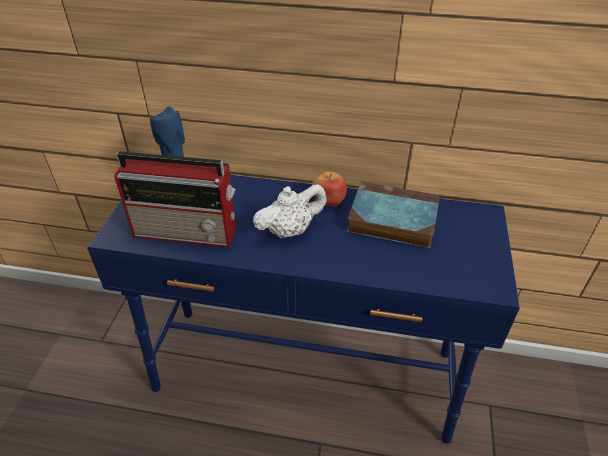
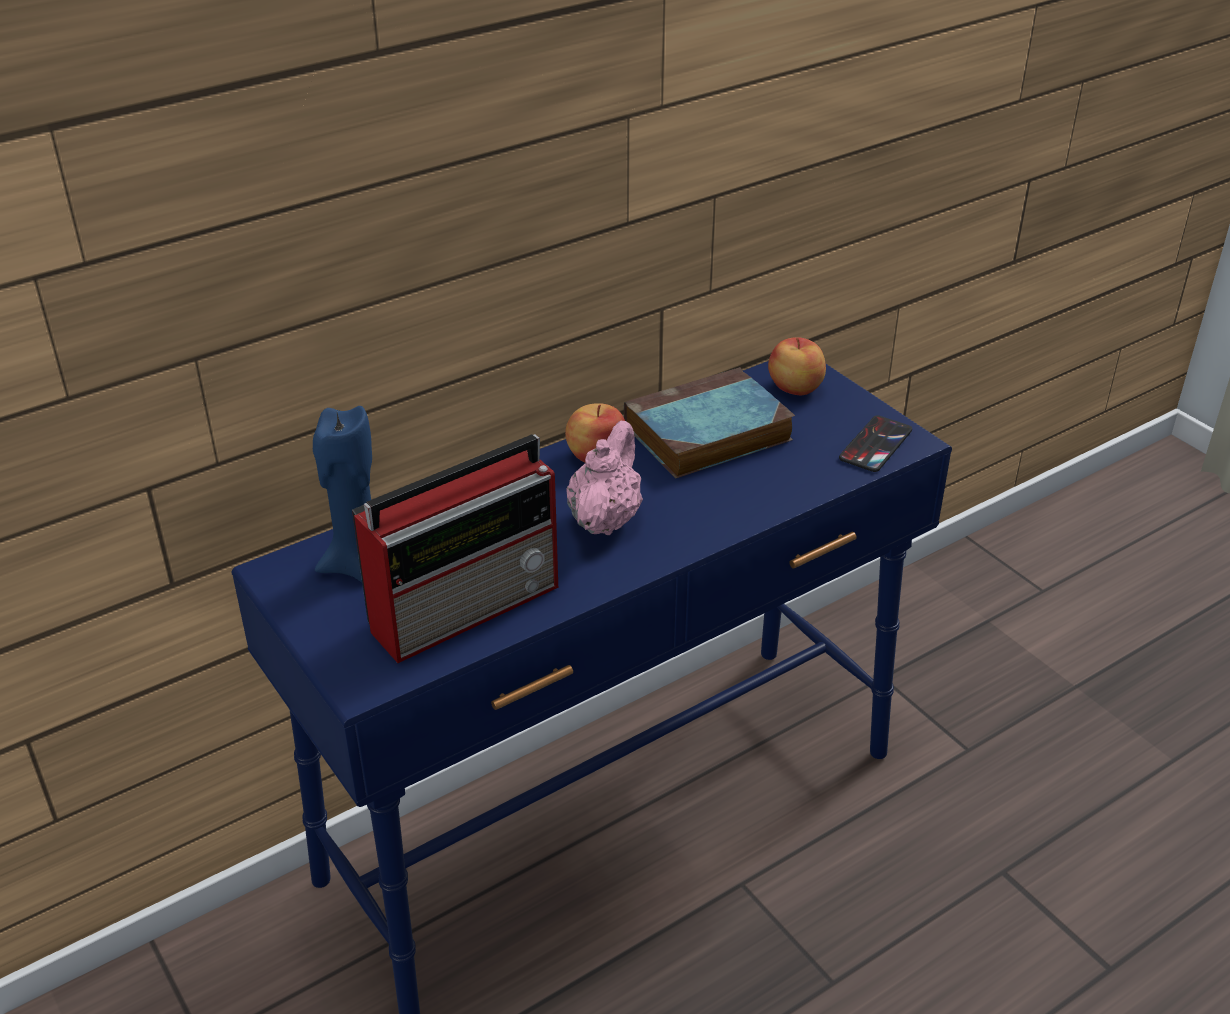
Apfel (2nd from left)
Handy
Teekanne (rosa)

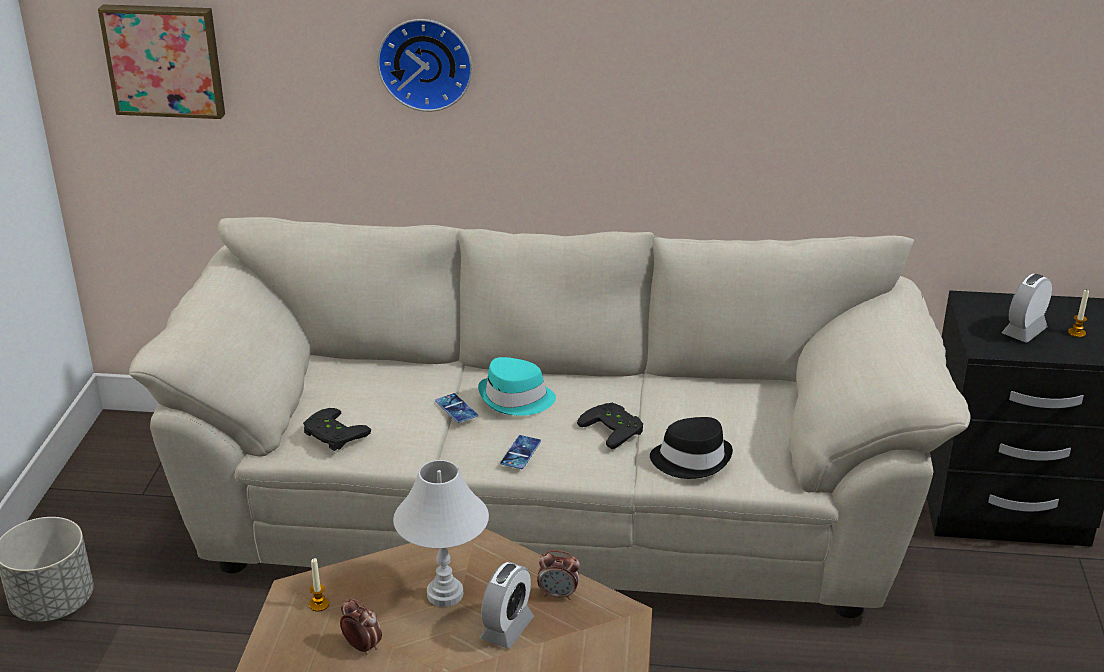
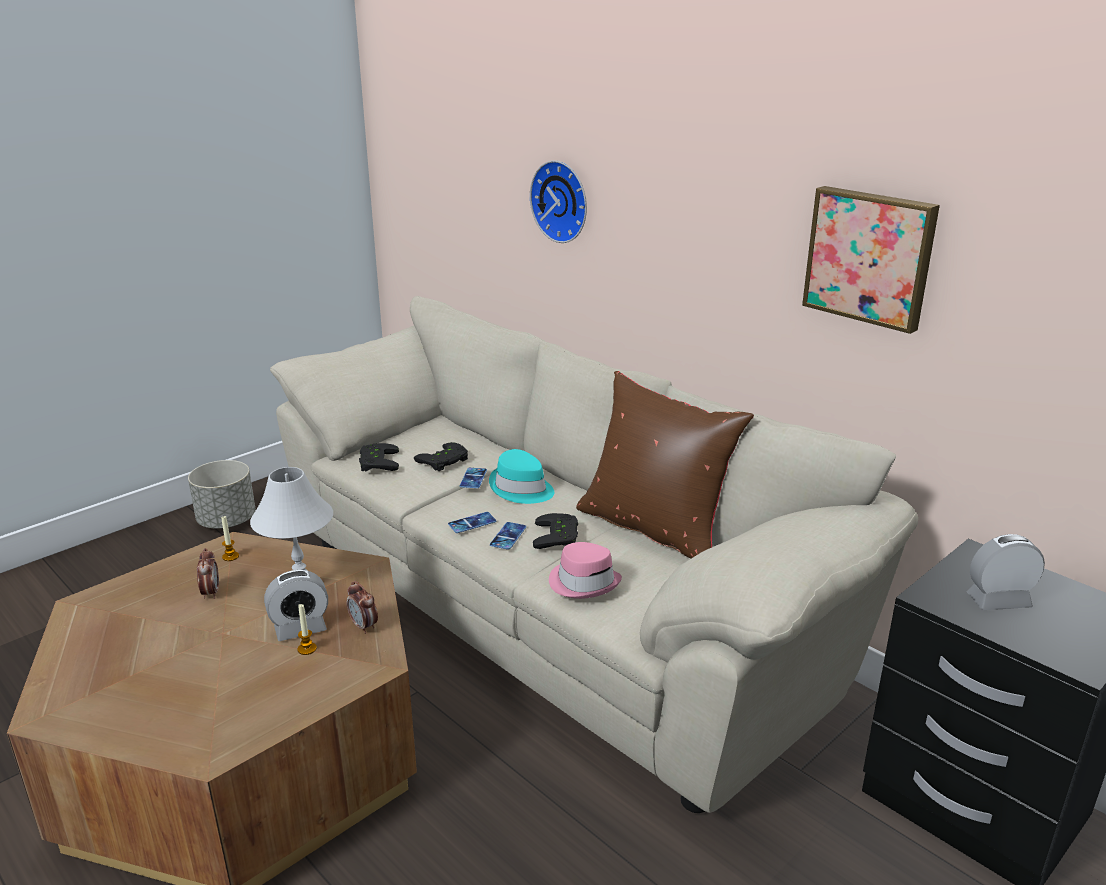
Gamepad (schwarz) (2nd from left)
Handy (3rd from left)
Kissen (braun)
Bild
Kerze (2nd from left)
Hut (rosa)

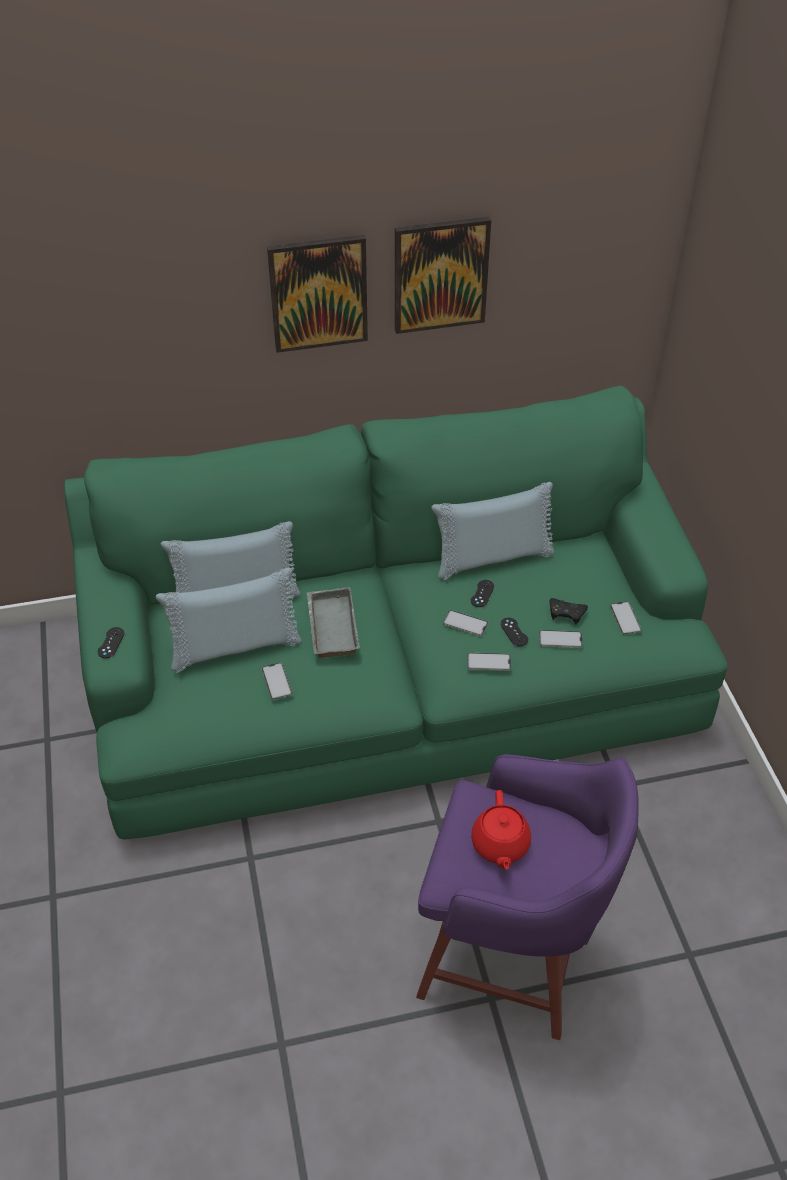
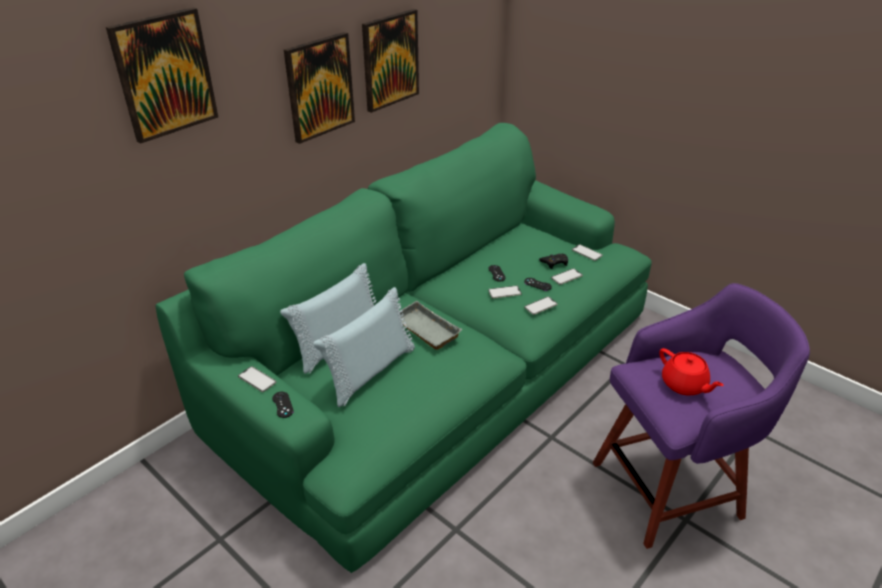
Kissen (blau) (3rd from left in the first image)
Bild (1st from left)
Handy (1st from left)

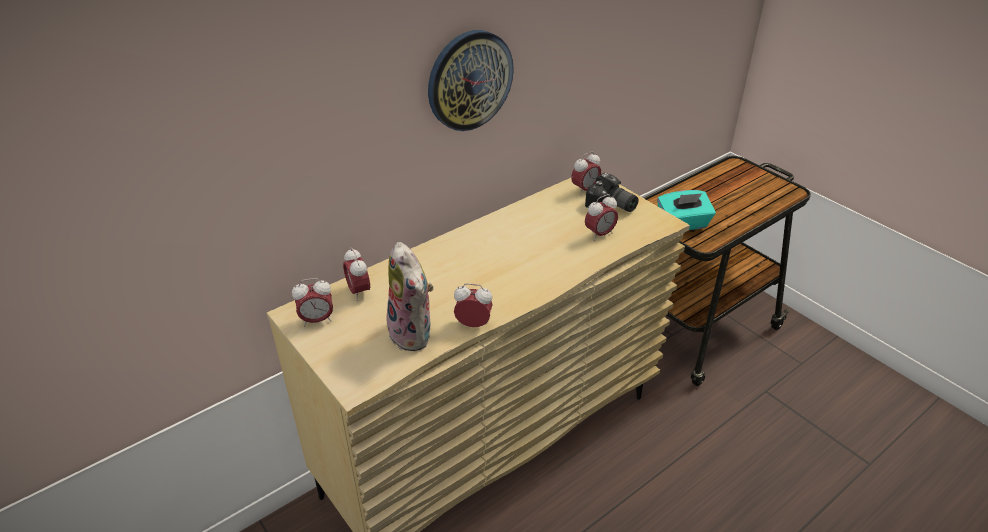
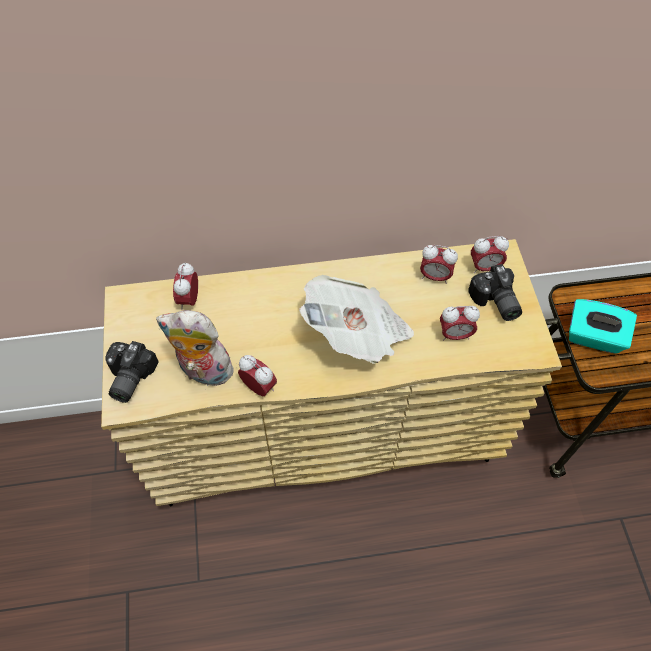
Wanduhr
Kamera (1st from left)
Zeitung
Wecker (3rd from left)
Plüschtier

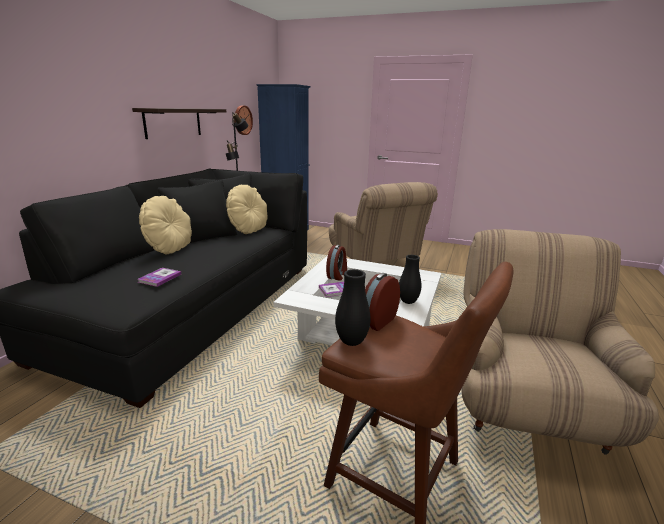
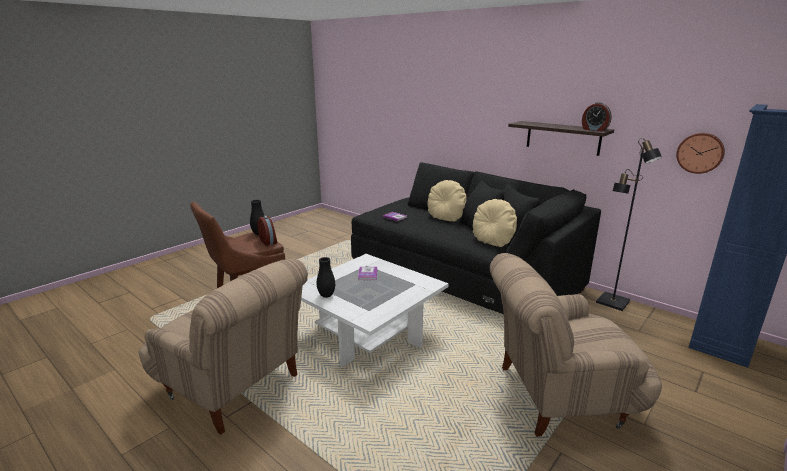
Wecker (2nd from left)

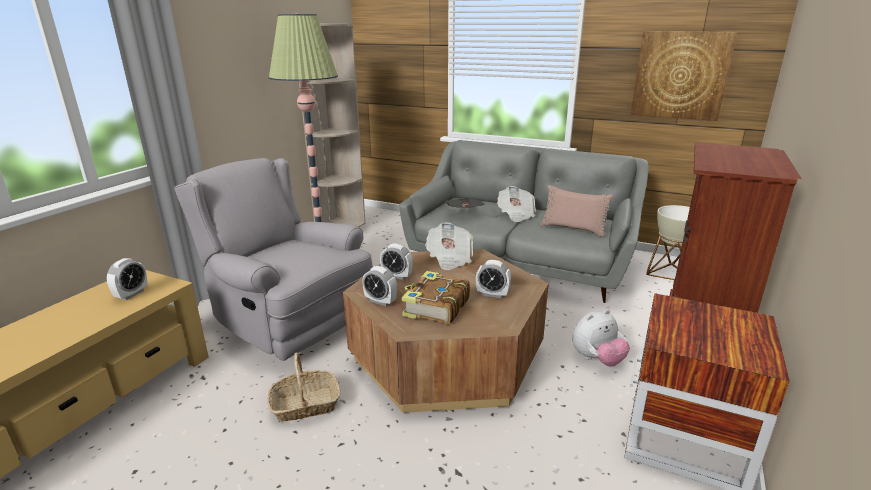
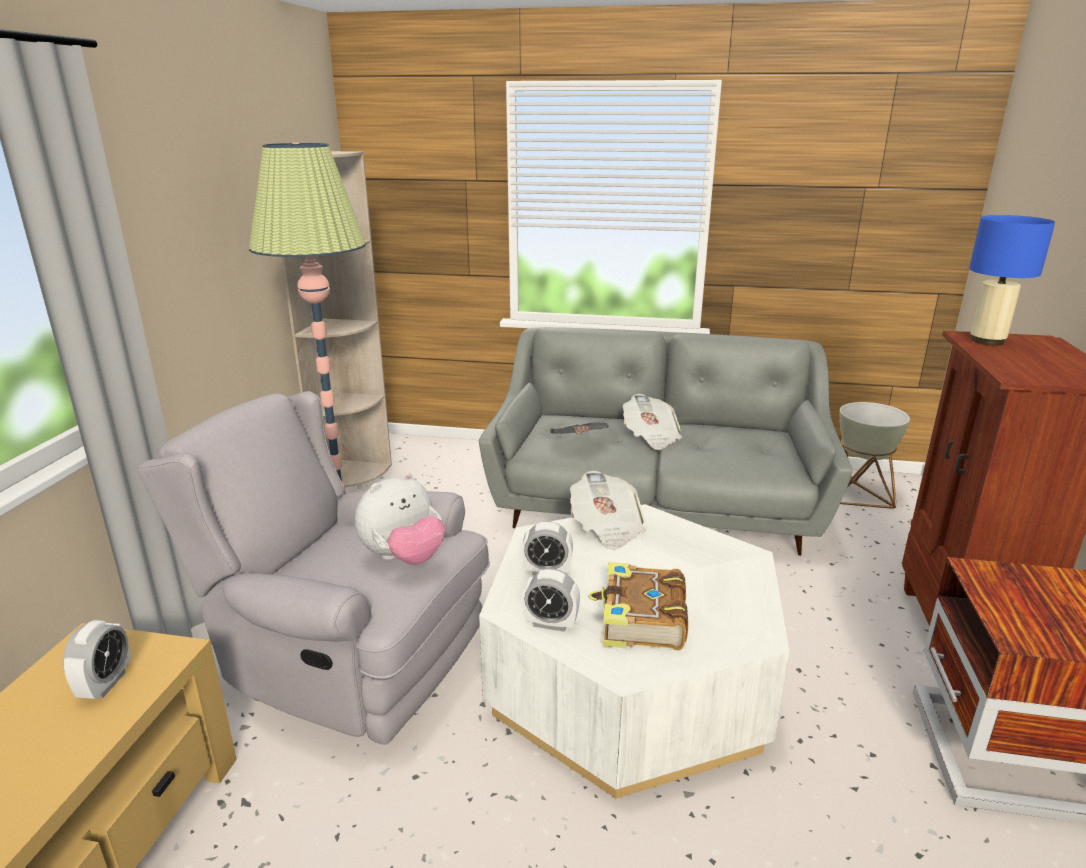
Korb
Wecker (4th from left in the first image)
Kissen (beige)
Bild
Tischlampe (blau)
Plüschtier
Couchtisch (weiß)

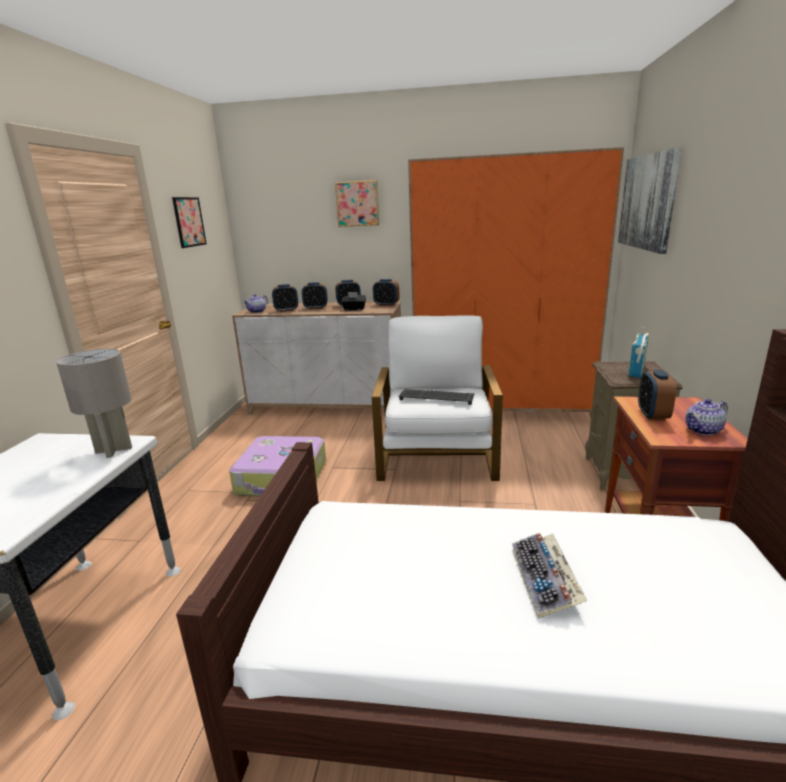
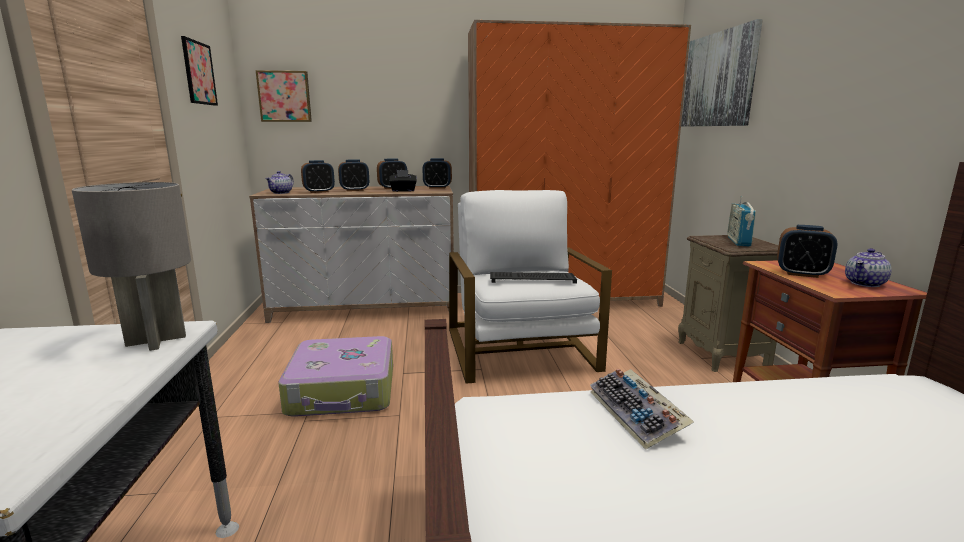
Bild (2nd from left)
Tastatur (2nd from left)
Wecker (5th from left)

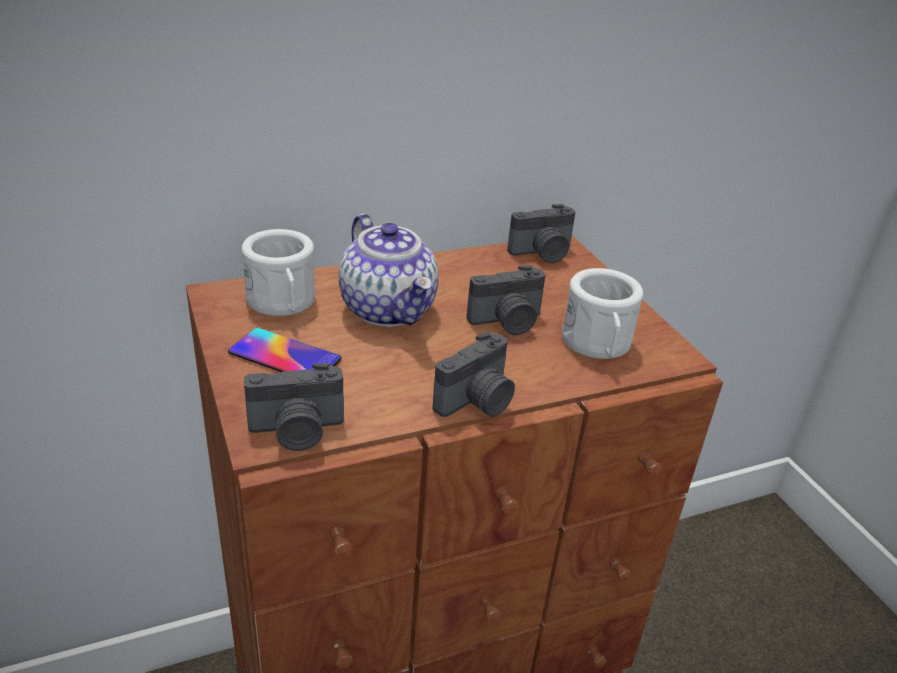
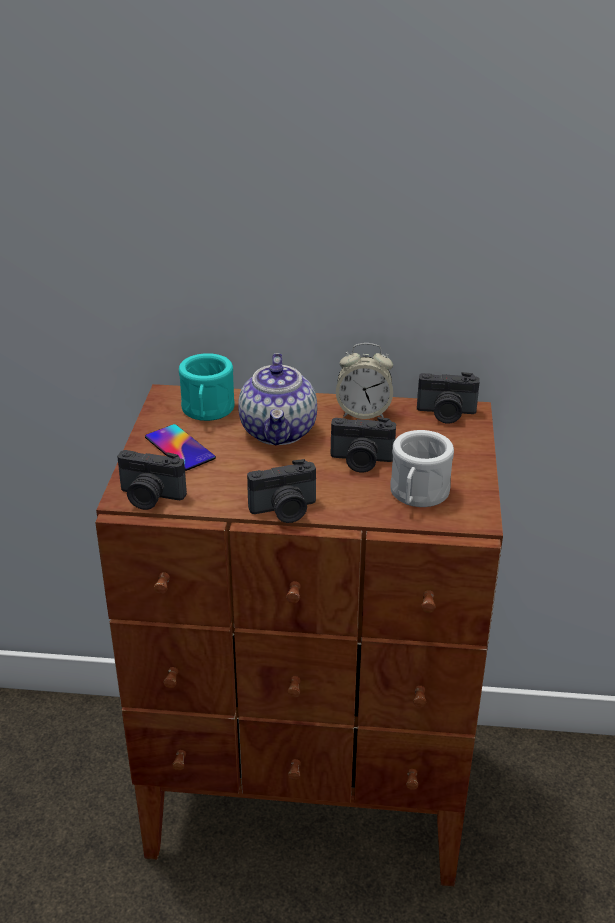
Wecker
Henkelbecher (türkis)

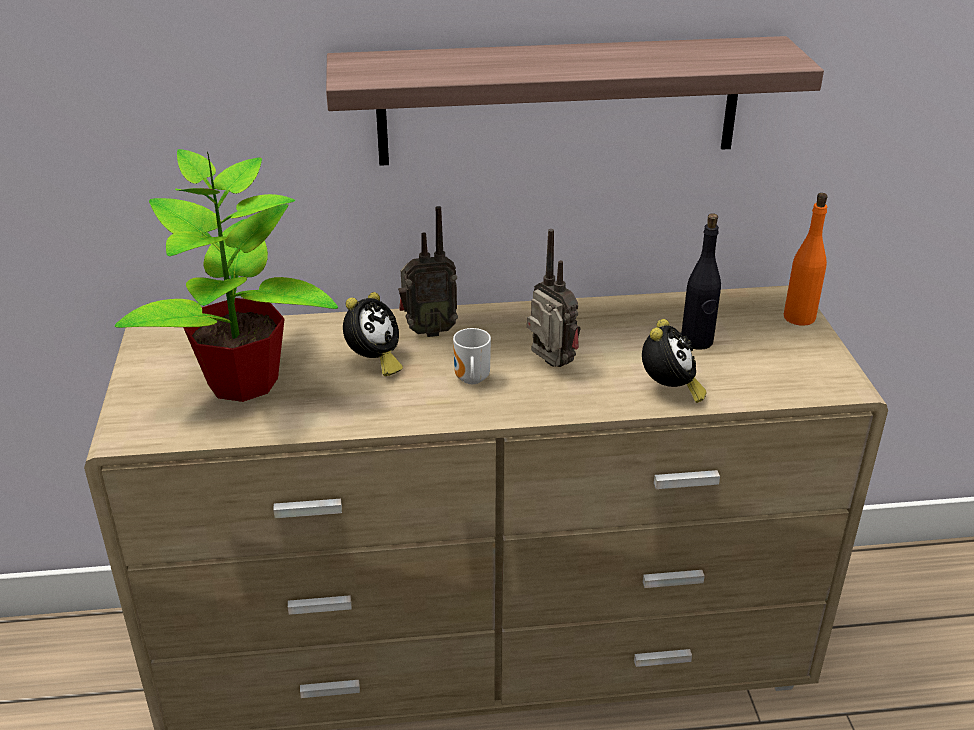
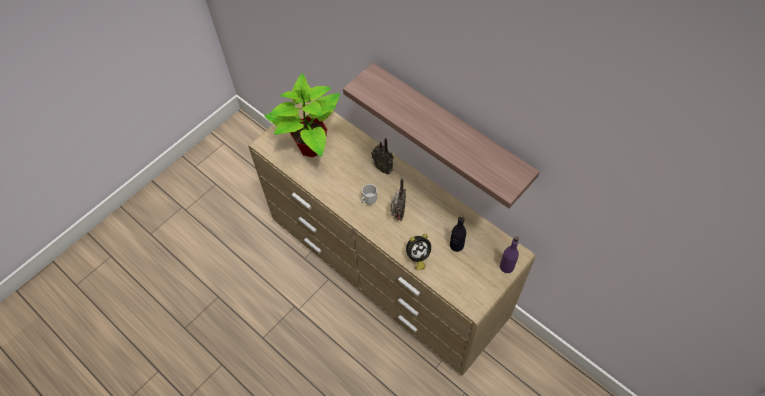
Wecker (1st from left in the first image)
Flasche (lila)

